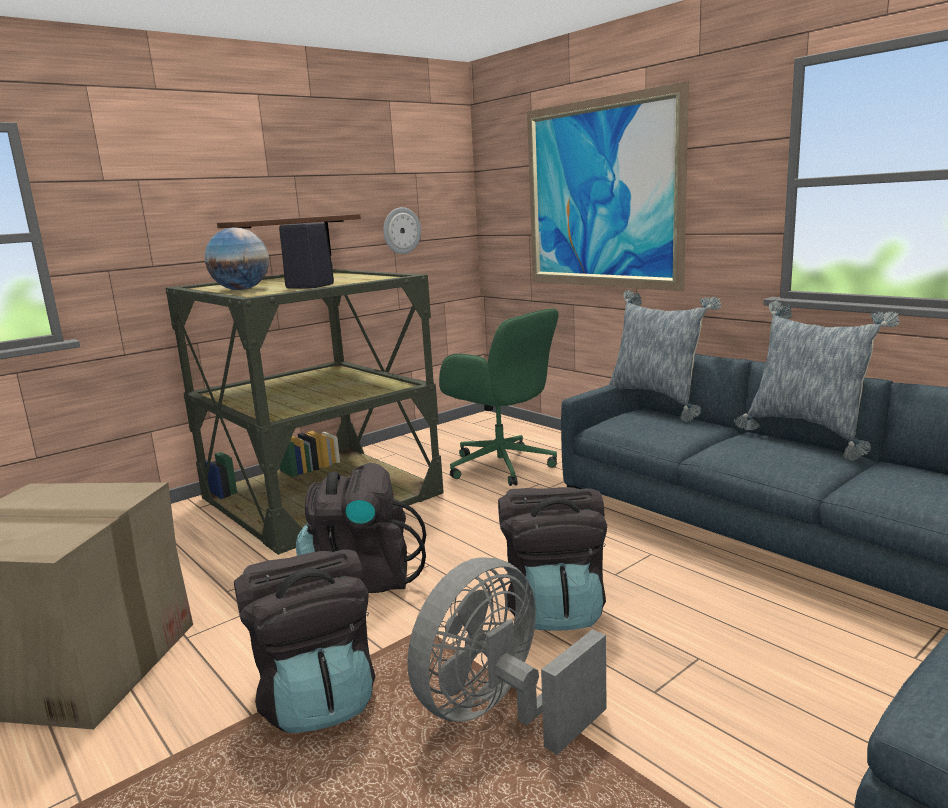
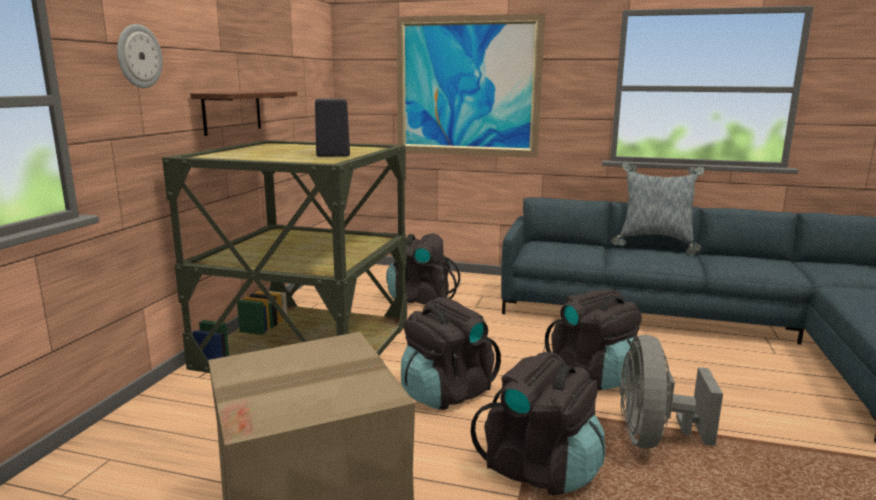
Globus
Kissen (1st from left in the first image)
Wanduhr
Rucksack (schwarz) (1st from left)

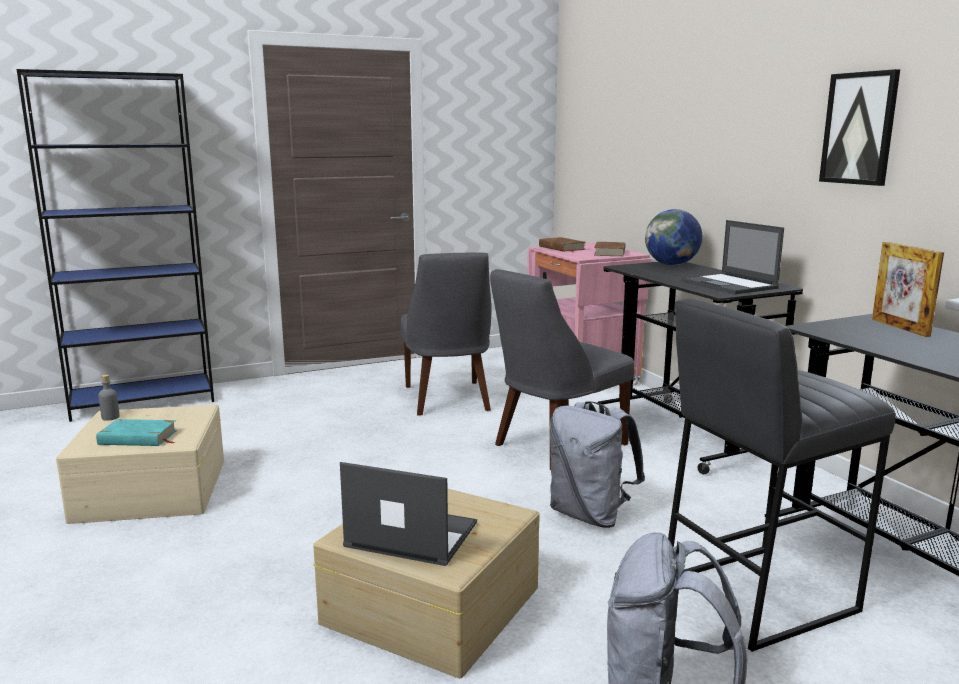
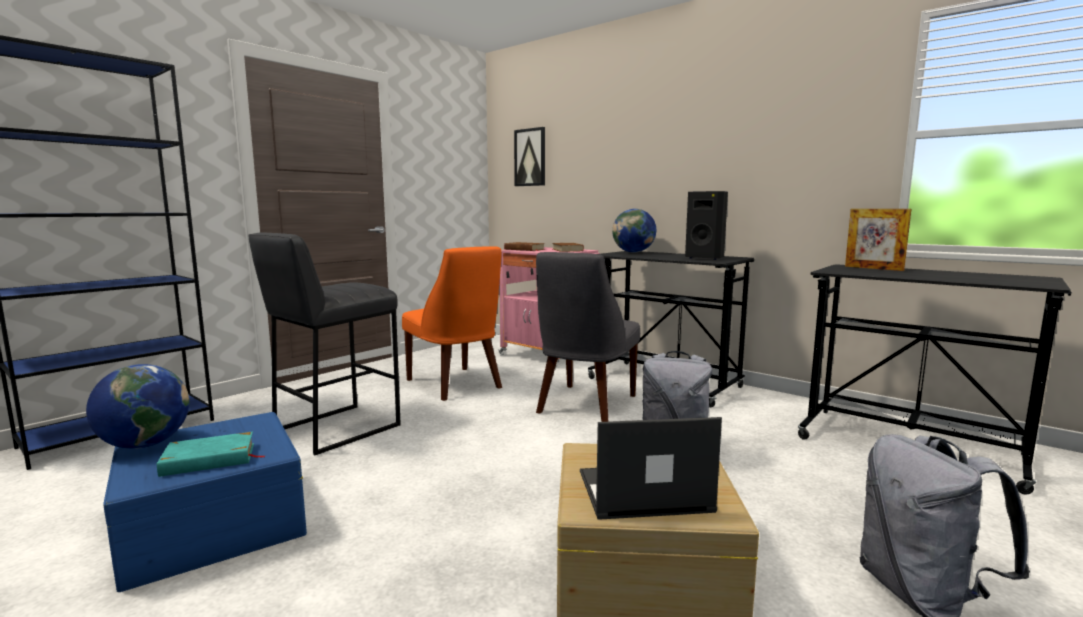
Hocker (grau)
Bild
Globus (1st from left)
Lautsprecher (schwarz)
Aufbewahrungsbox (blau)
Stuhl (orange)

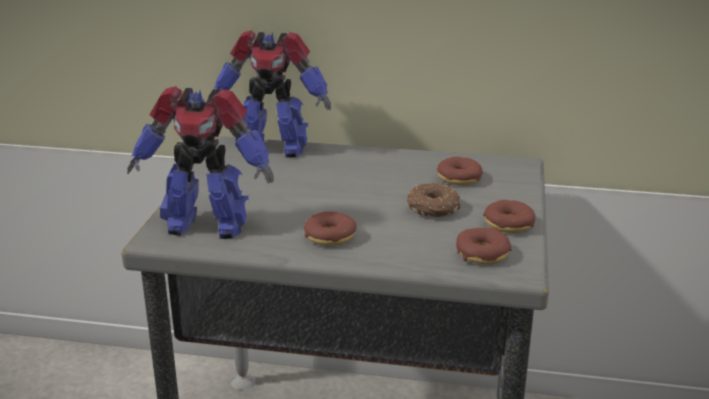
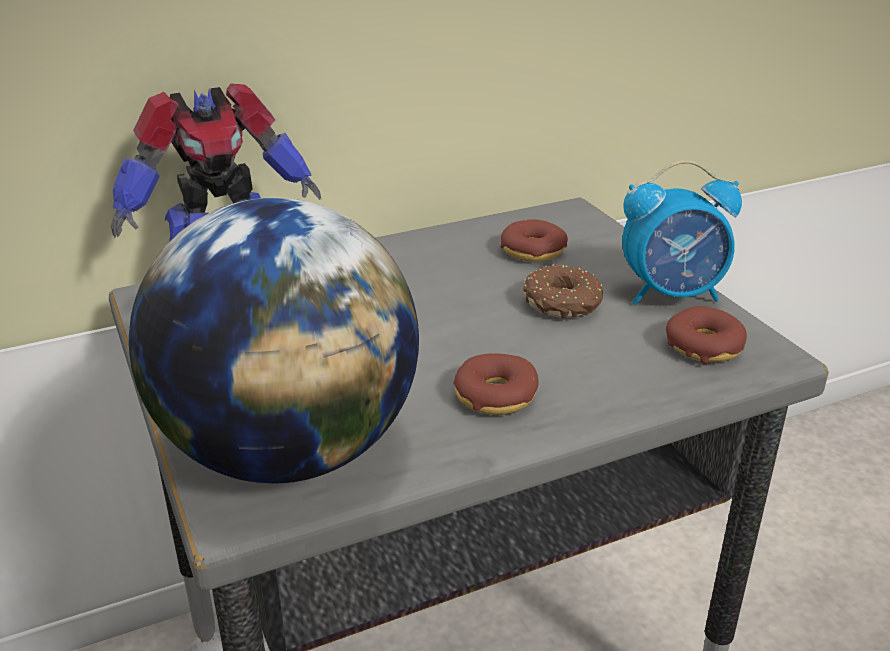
Globus
Wecker

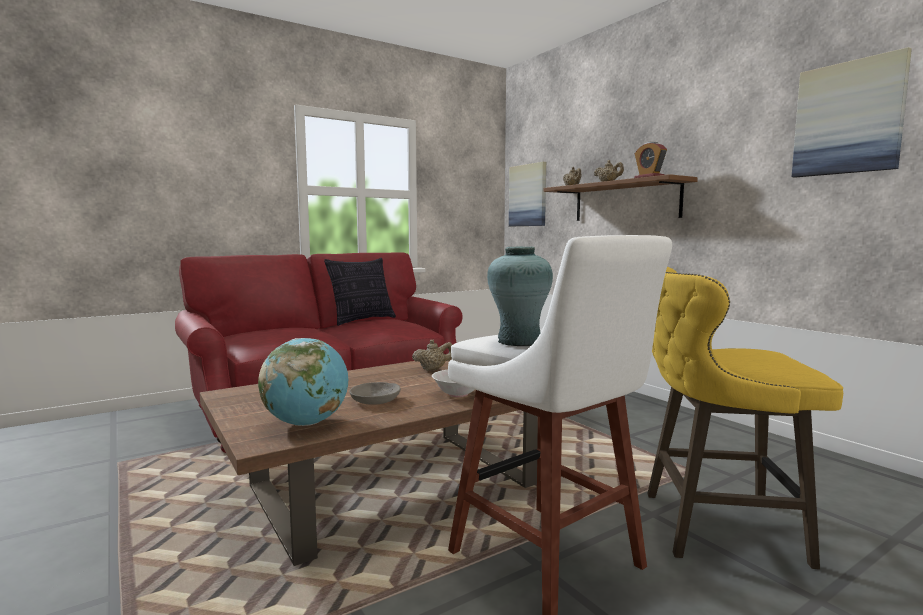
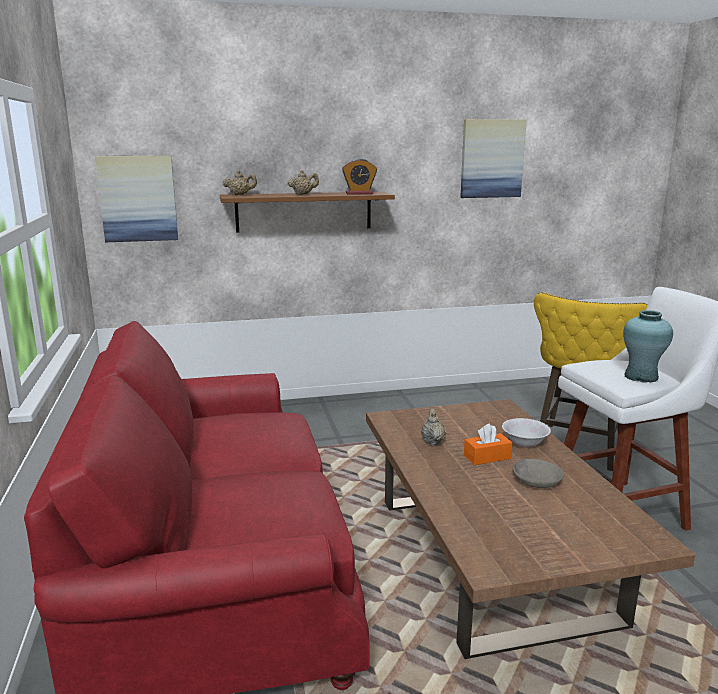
Globus
Kissen
Taschentuchbox (orange)

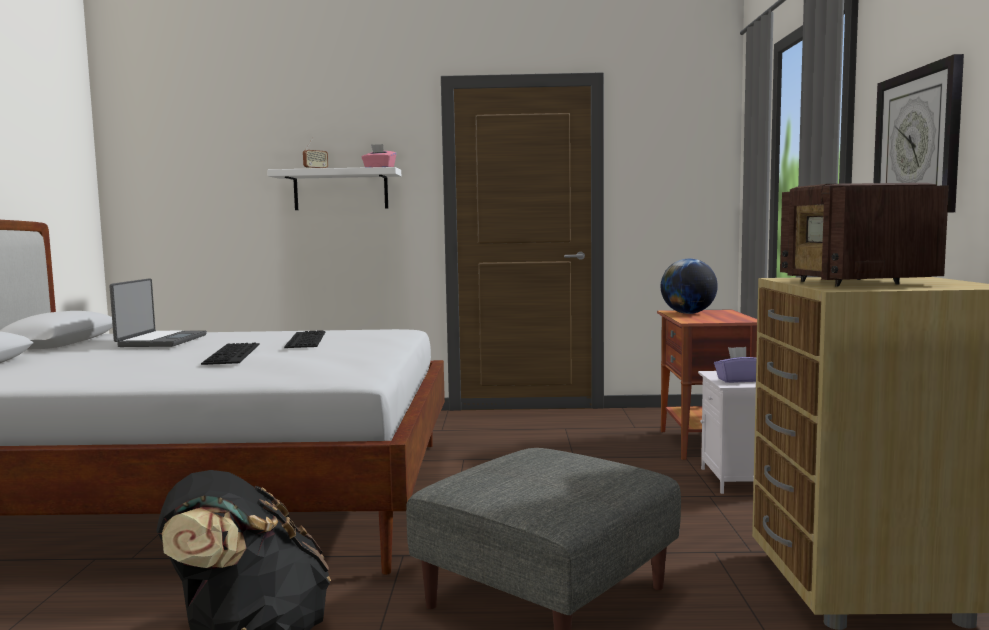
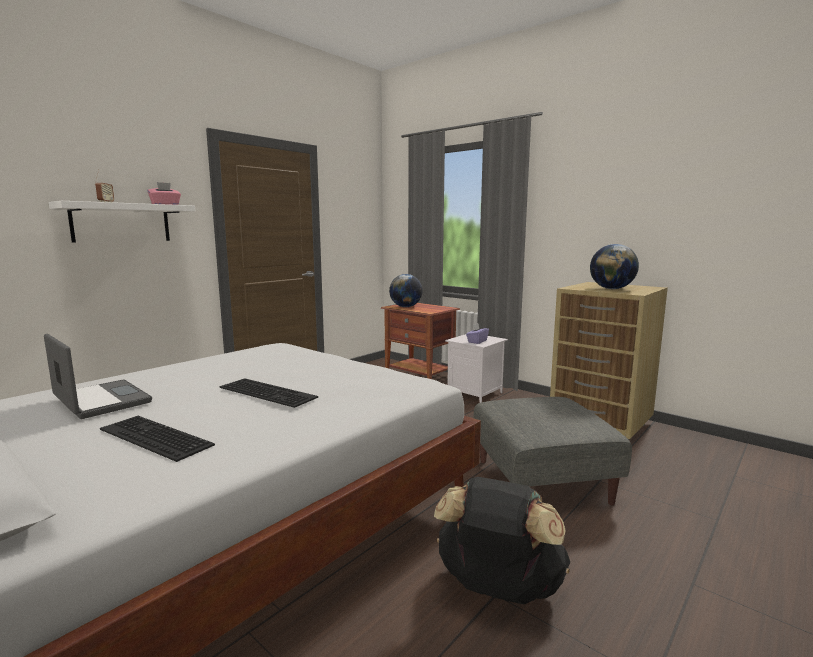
Wanduhr
Tastatur (1st from left)
Globus (2nd from left)

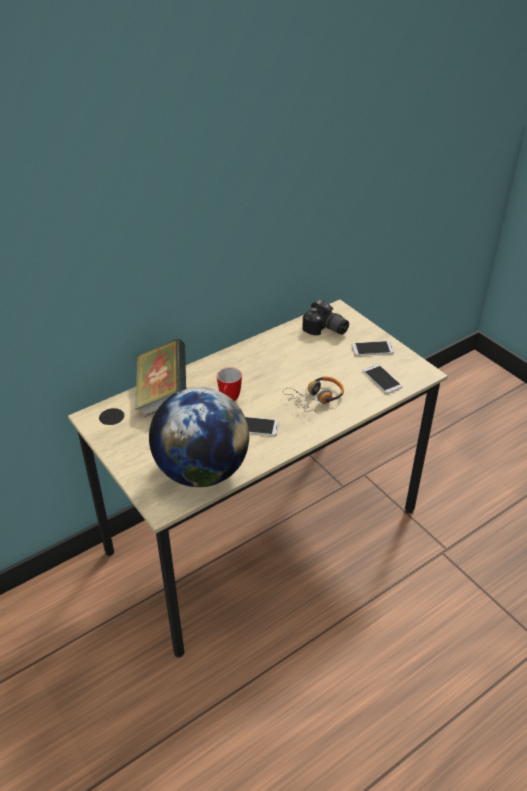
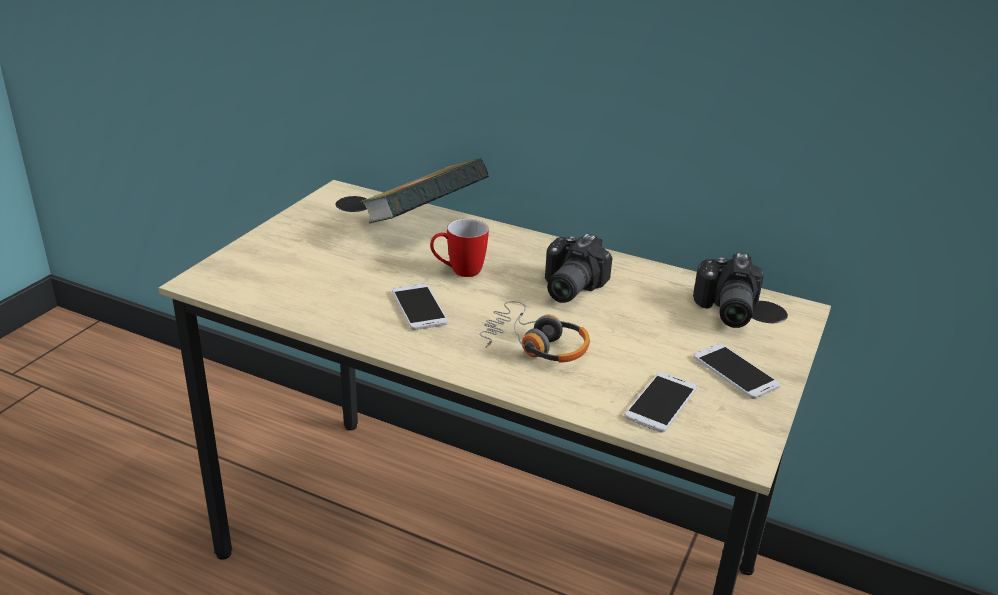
Globus
Kamera (1st from left)

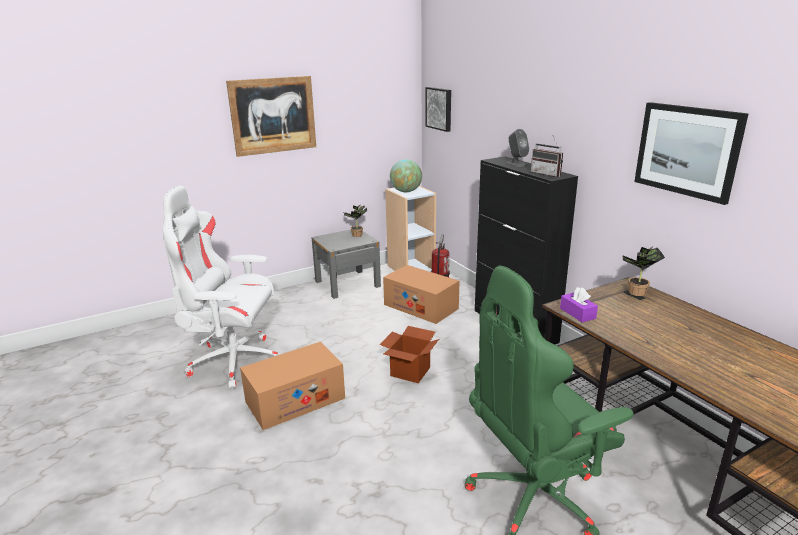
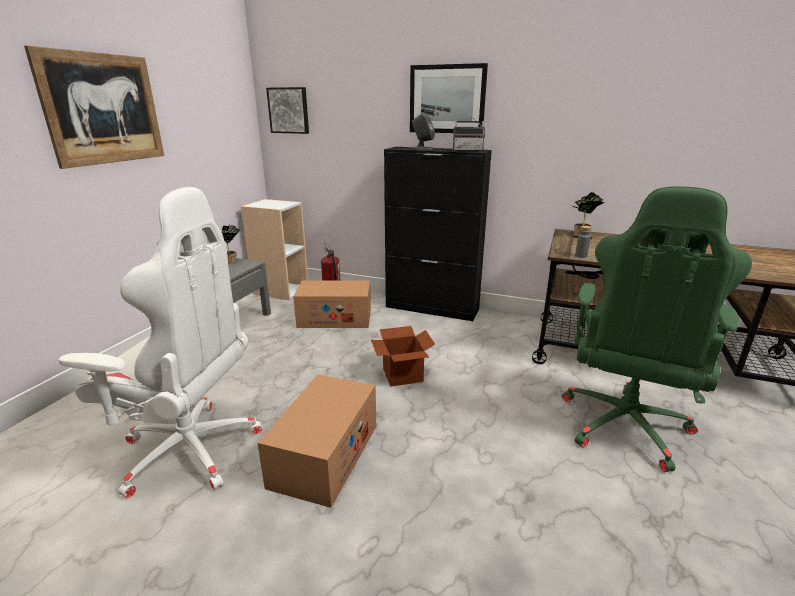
Globus
Bild (3rd from left)
Flasche (grau)
Bürostuhl (weiß)

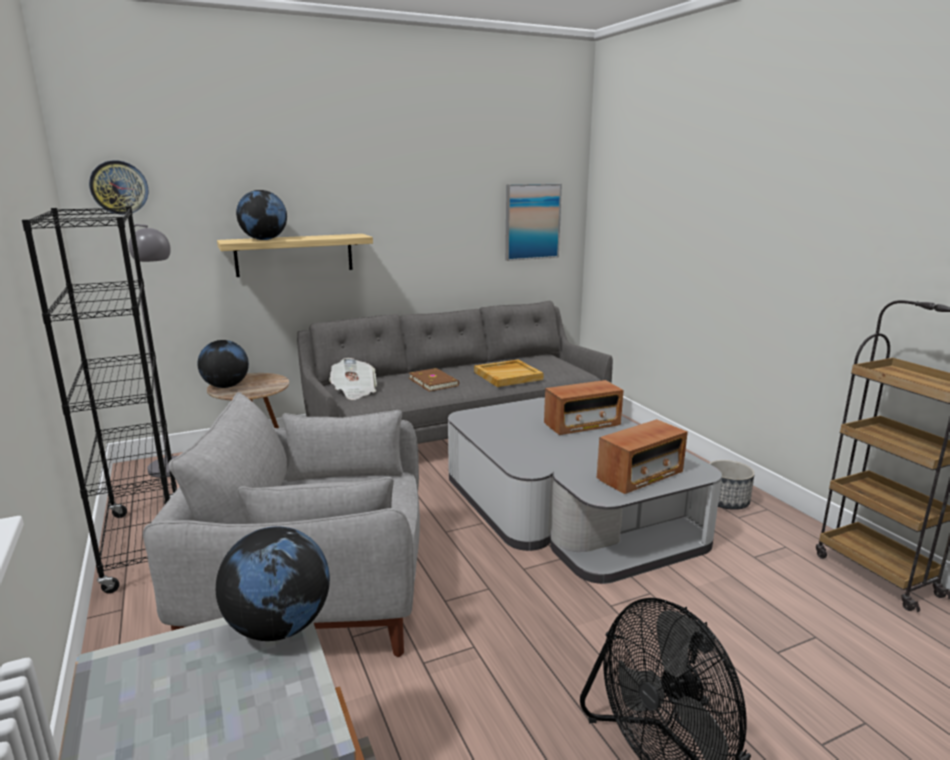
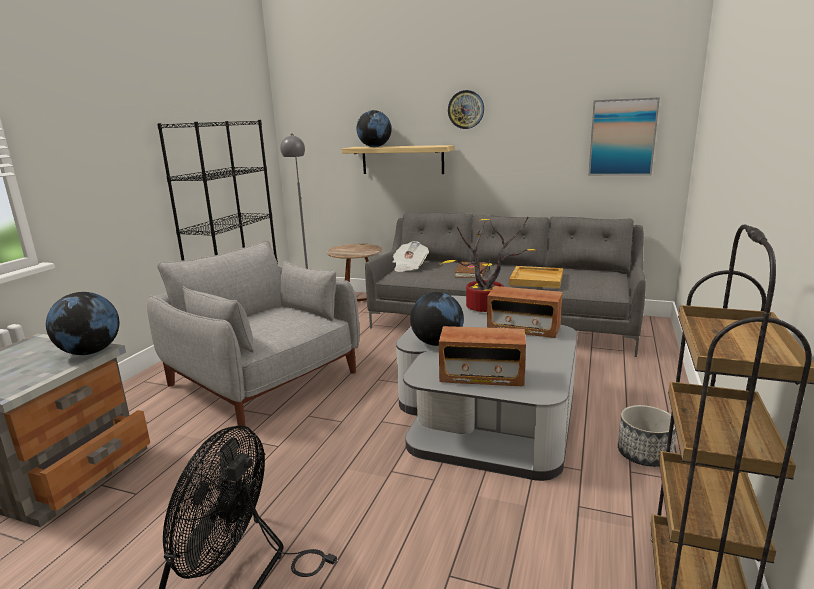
Topfpflanze
Wanduhr
Globus (3rd from left)

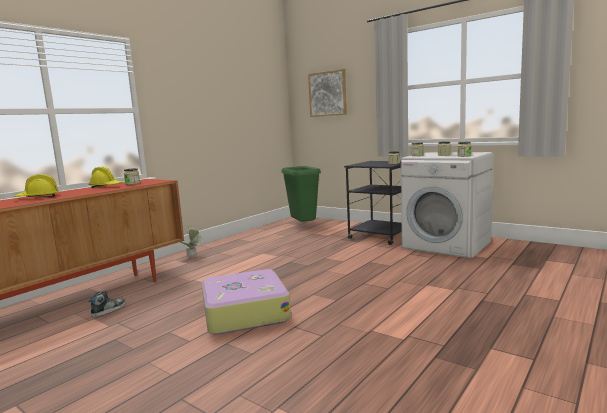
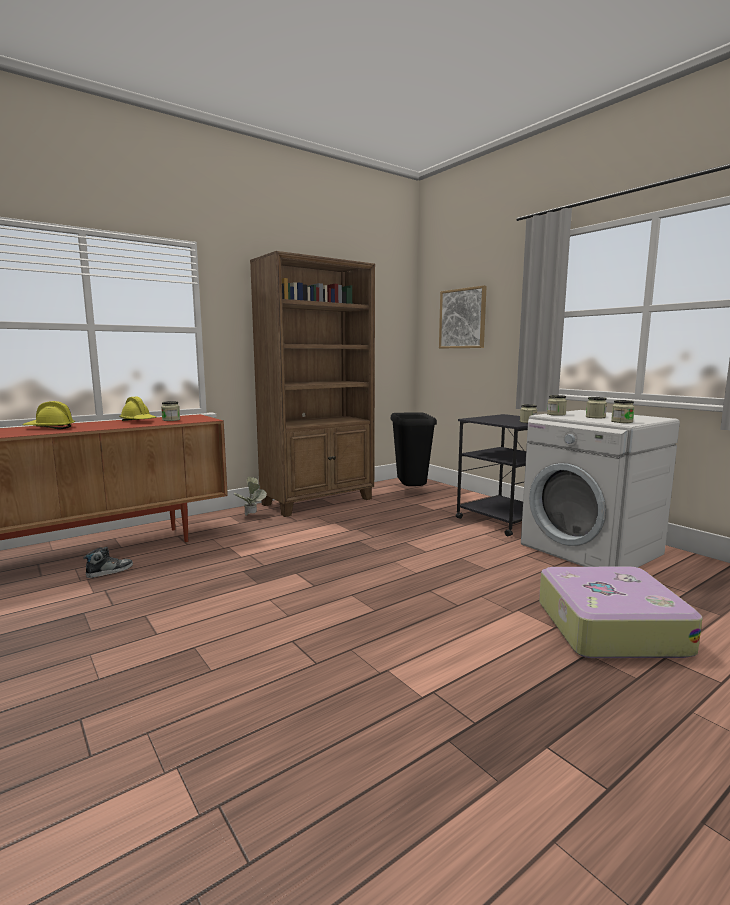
Bücherregal (braun)
Koffer
Mülleimer (schwarz)

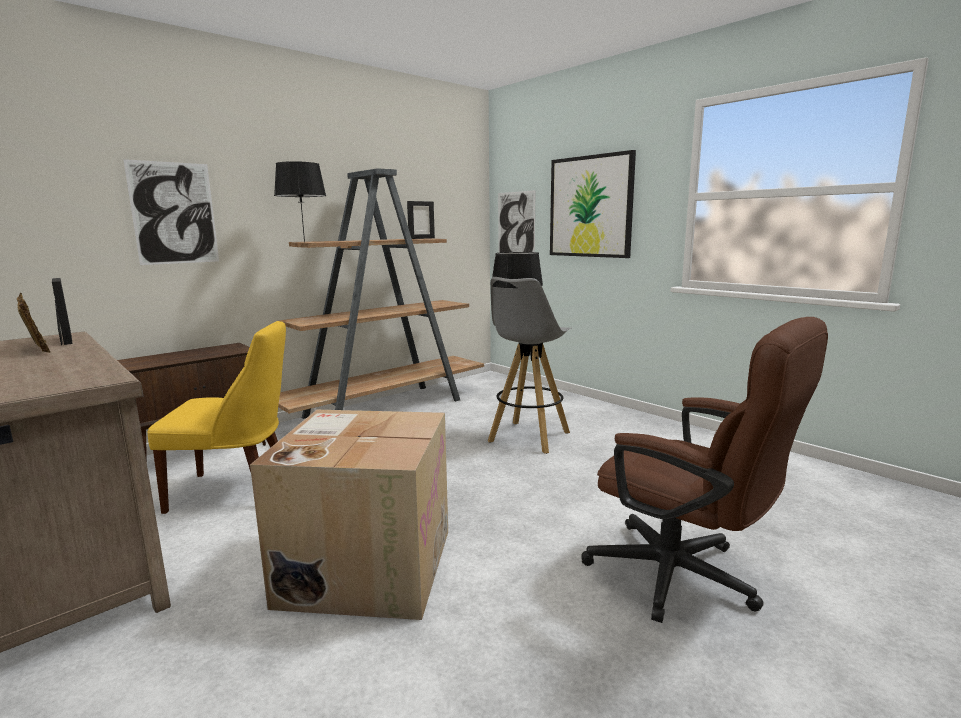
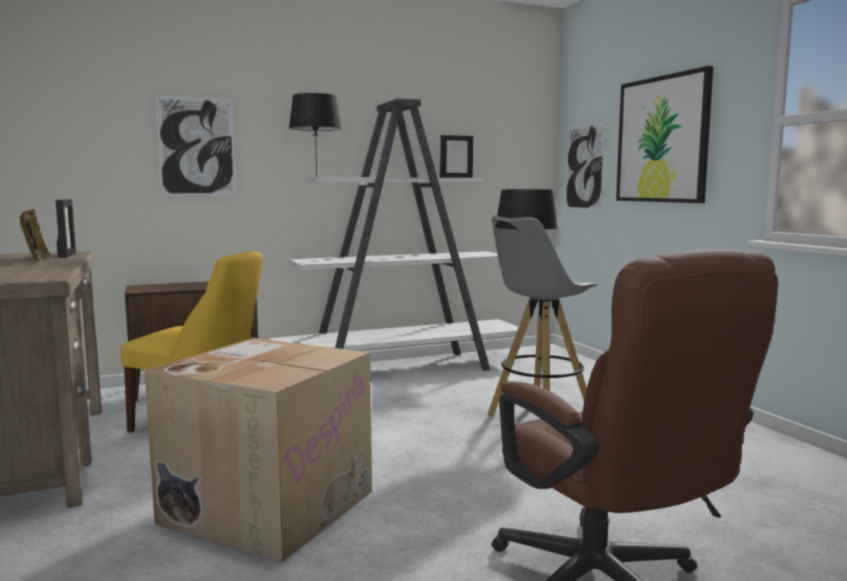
Bücherregal (weiß)

